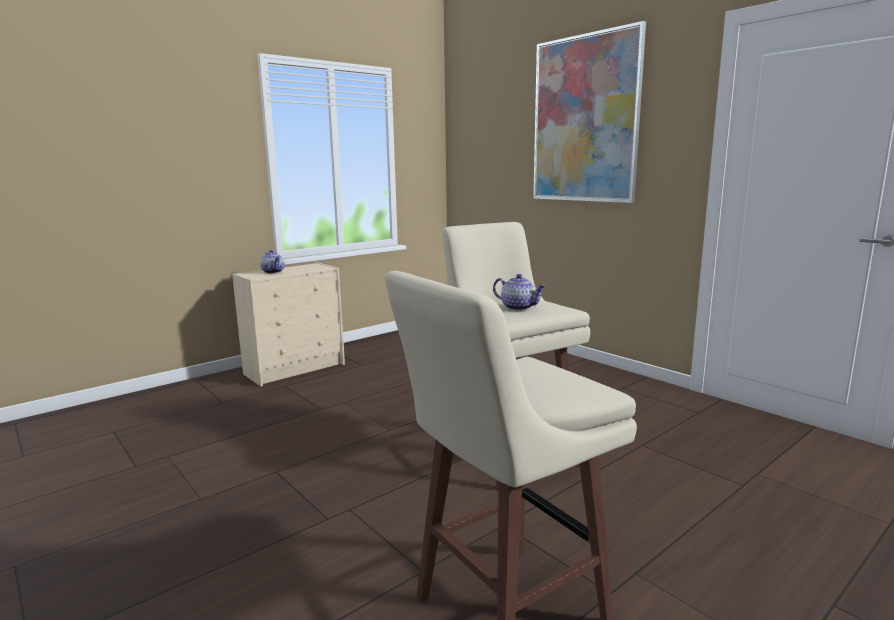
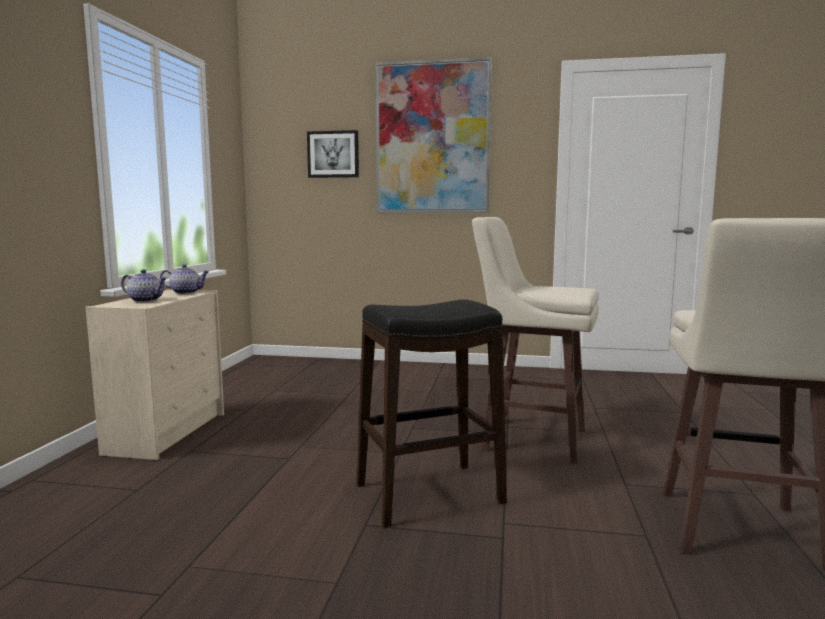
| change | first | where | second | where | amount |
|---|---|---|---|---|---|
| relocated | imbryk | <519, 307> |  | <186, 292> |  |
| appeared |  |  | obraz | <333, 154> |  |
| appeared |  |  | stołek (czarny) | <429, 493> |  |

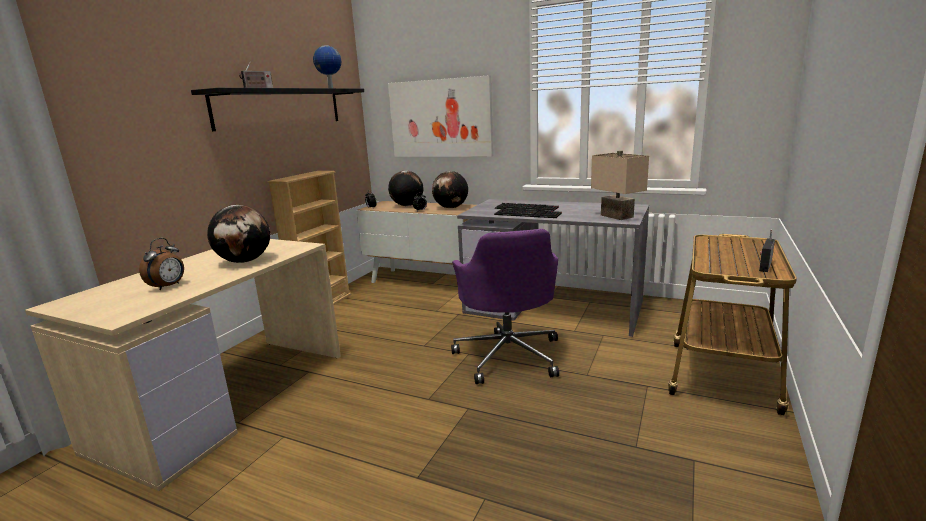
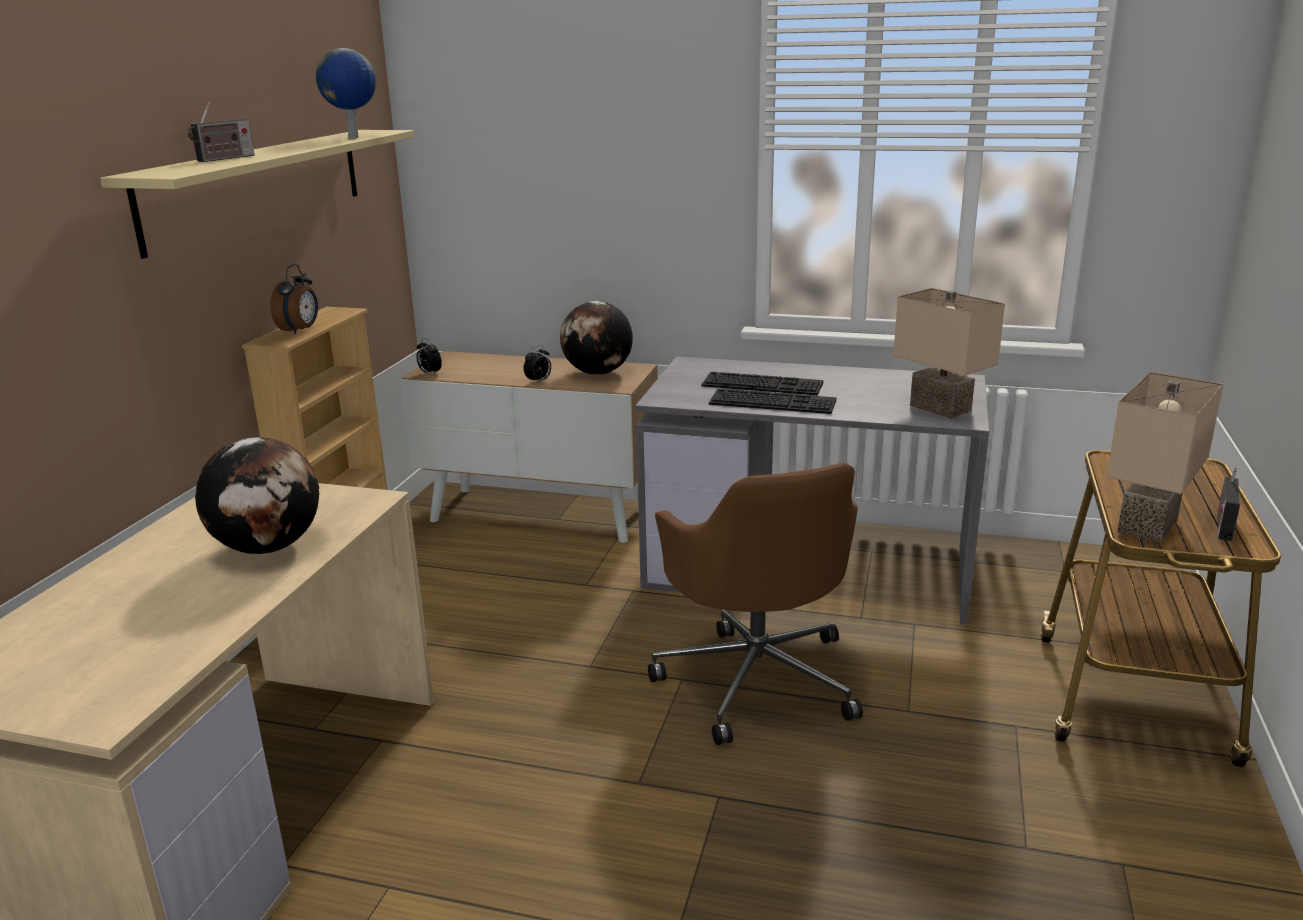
| change | first | where | second | where | amount |
|---|---|---|---|---|---|
| relocated | budzik | <168, 286> |  | <300, 330> |  |
| colour | półka (czarny) | <281, 107> | półka (beżowy) | <258, 186> |  |
| missing | obraz | <440, 118> |  |  |  |
| missing | globus | <407, 205> |  |  |  |
| colour | krzesło biurowe (fioletowy) | <508, 355> | krzesło biurowe (brązowy) | <757, 678> |  |
| appeared |  |  | lampa stołowa (beżowy) | <1151, 527> |  |

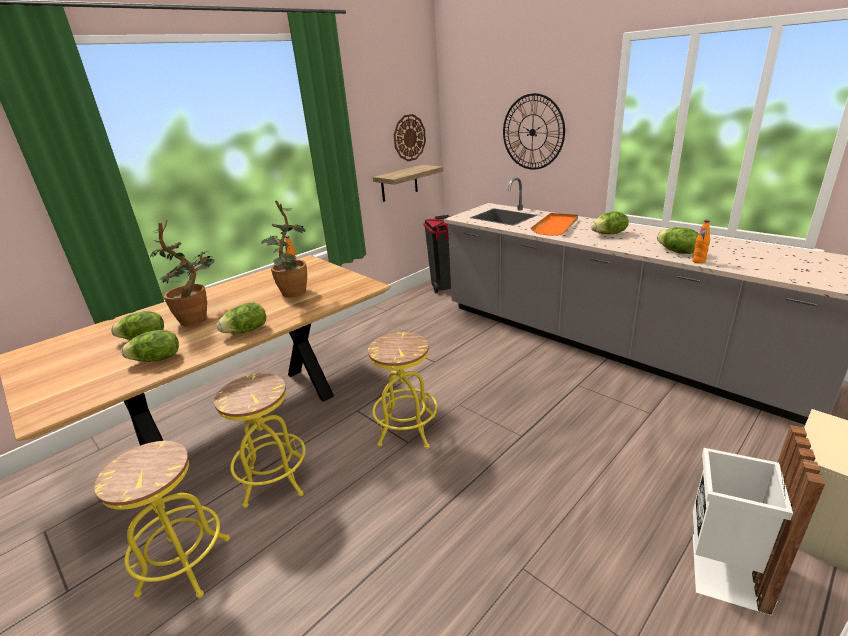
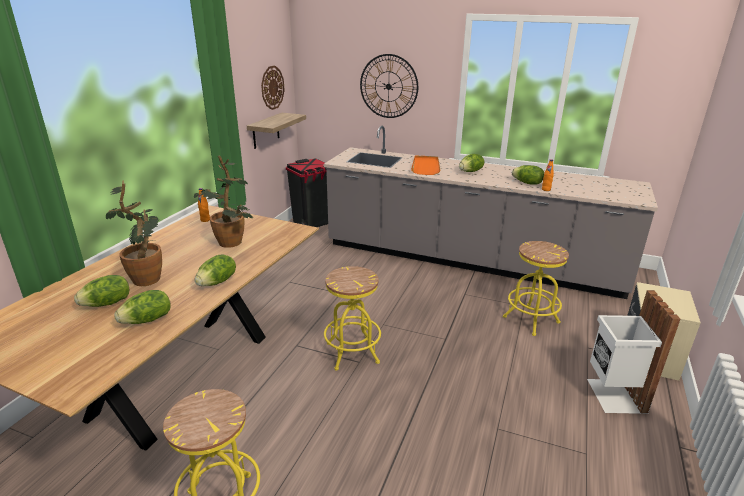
| change | first | where | second | where | amount |
|---|---|---|---|---|---|
| relocated | stołek (żółty) | <275, 481> |  | <531, 319> |  |

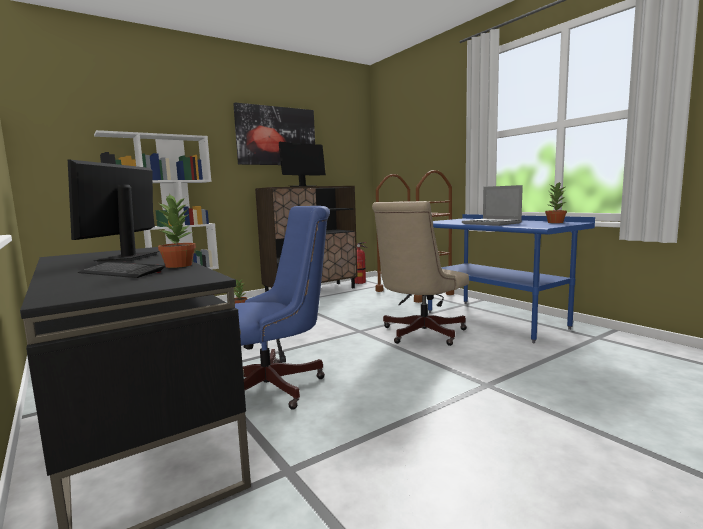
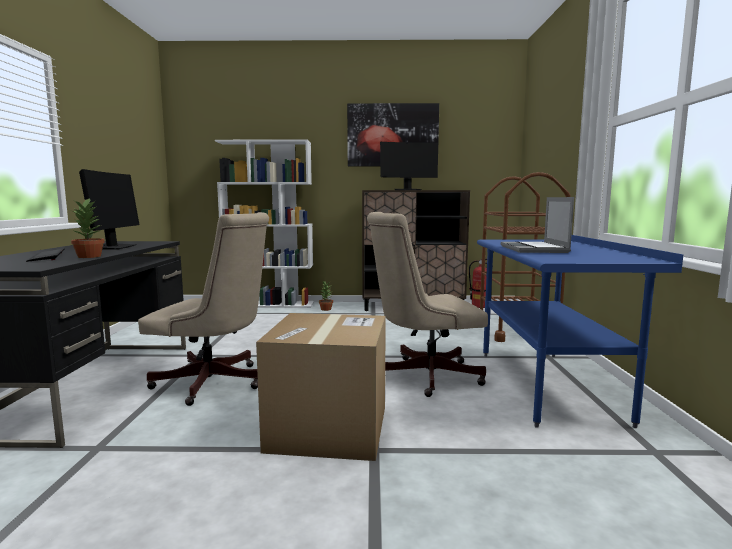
| change | first | where | second | where | amount |
|---|---|---|---|---|---|
| spun | monitor | <128, 258> |  | <113, 247> | 135 degrees clockwise |
| colour | krzesło biurowe (niebieski) | <276, 386> | krzesło biurowe (beżowy) | <215, 383> |  |
| missing | roślina doniczkowa | <555, 222> |  |  |  |
| appeared |  |  | karton | <328, 428> |  |

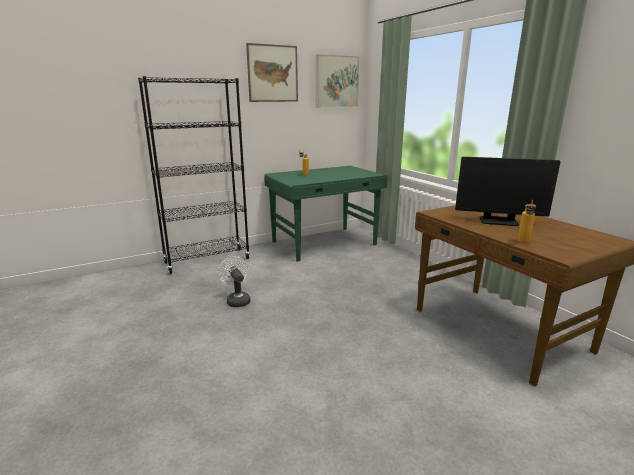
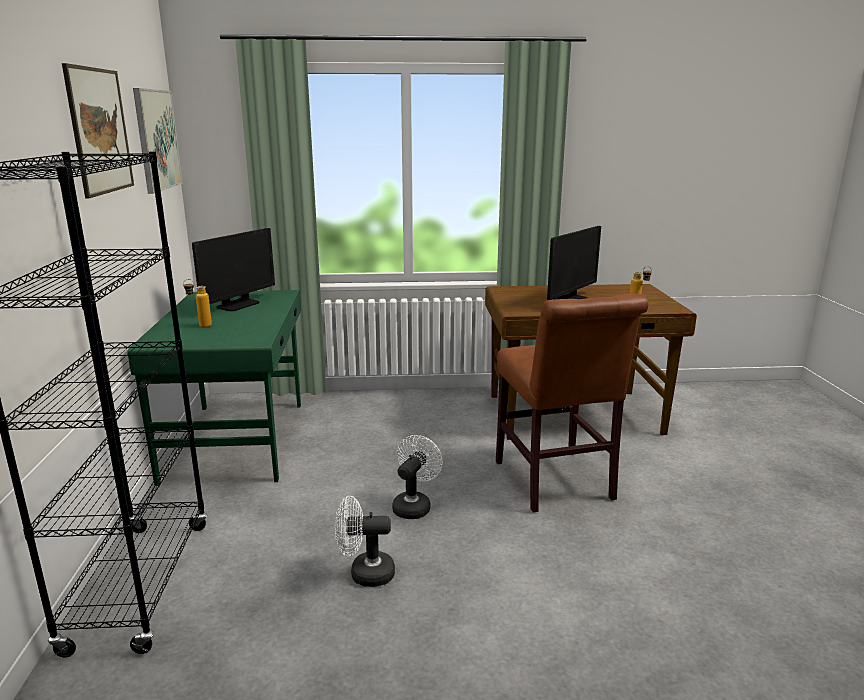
| change | first | where | second | where | amount |
|---|---|---|---|---|---|
| appeared |  |  | monitor | <238, 305> |  |
| appeared |  |  | wentylator (biały) | <414, 505> |  |
| appeared |  |  | krzesło (brązowy) | <556, 484> |  |

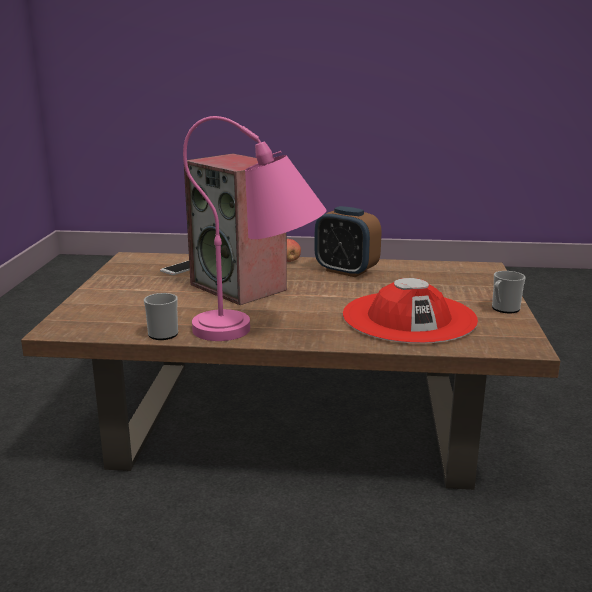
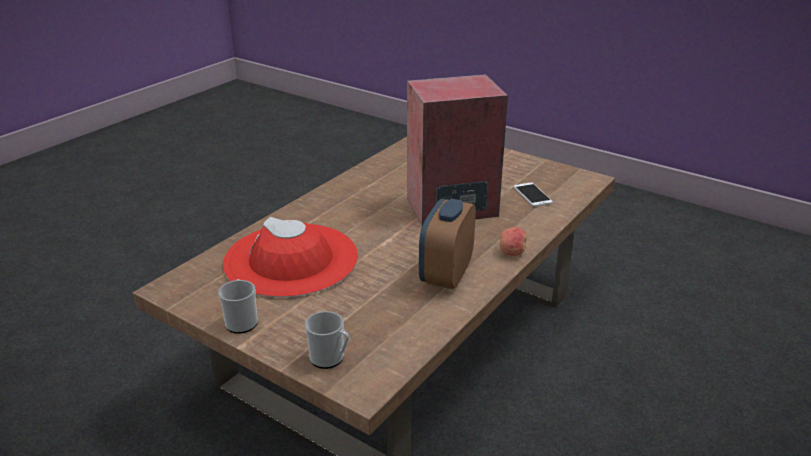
| change | first | where | second | where | amount |
|---|---|---|---|---|---|
| relocated | kubek | <163, 332> |  | <330, 359> |  |
| missing | lampa stołowa (różowy) | <260, 331> |  |  |  |
| spun | budzik | <346, 271> |  | <446, 275> | 45 degrees counterclockwise |

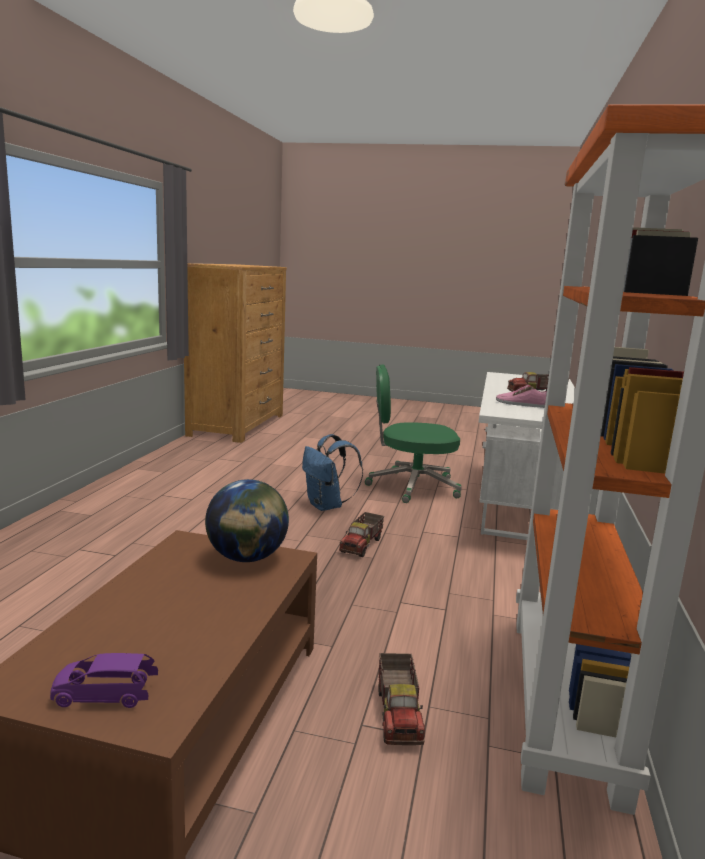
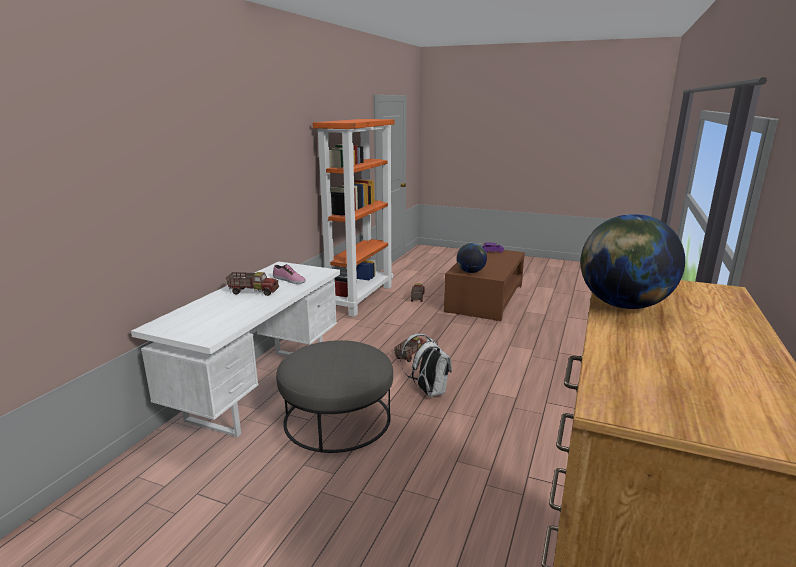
| change | first | where | second | where | amount |
|---|---|---|---|---|---|
| colour | plecak (niebieski) | <327, 506> | plecak (biały) | <428, 391> |  |
| exchanged | krzesło biurowe (zielony) | <411, 486> | pufa (szary) | <337, 418> |  |
| appeared |  |  | globus | <623, 305> |  |

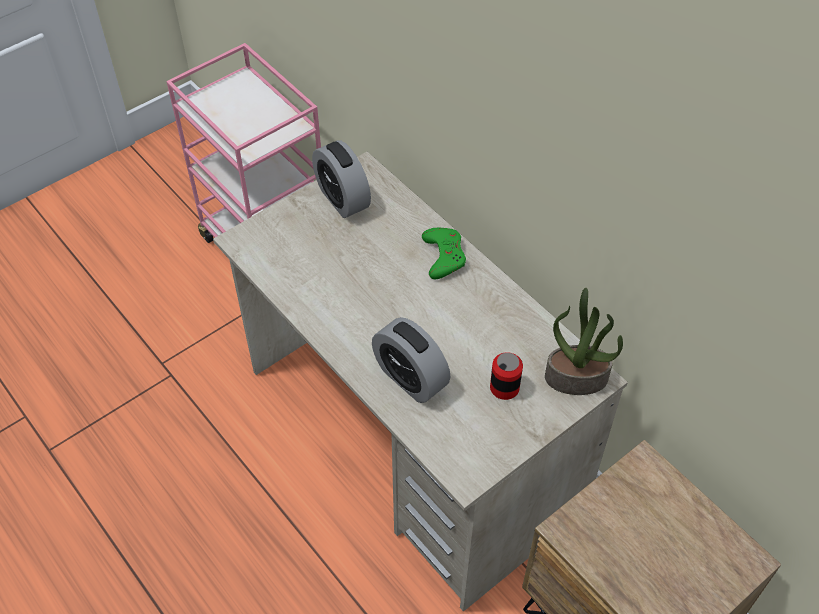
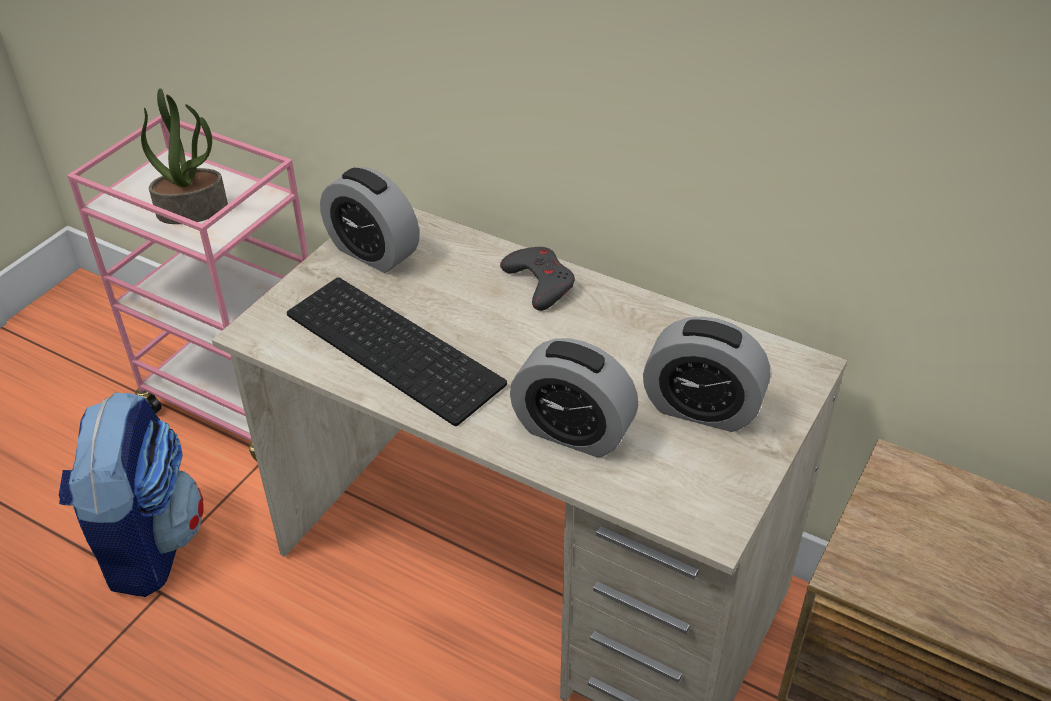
| change | first | where | second | where | amount |
|---|---|---|---|---|---|
| colour | pad do gier (zielony) | <443, 256> | pad do gier (szary) | <539, 283> |  |
| exchanged | puszka | <504, 388> | budzik | <701, 408> |  |
| relocated | roślina doniczkowa | <576, 377> |  | <193, 209> |  |
| appeared |  |  | plecak | <147, 543> |  |
| appeared |  |  | klawiatura | <398, 347> |  |

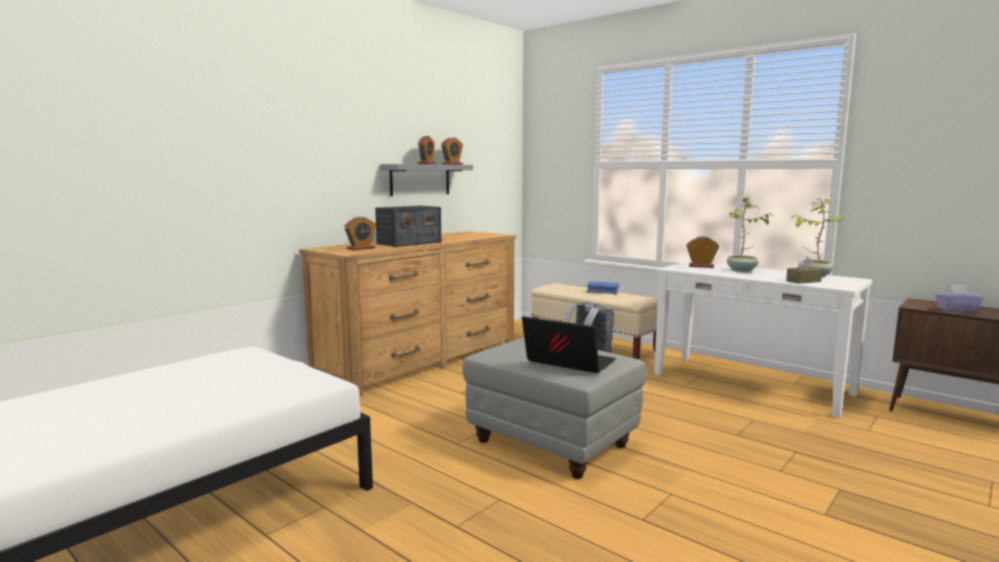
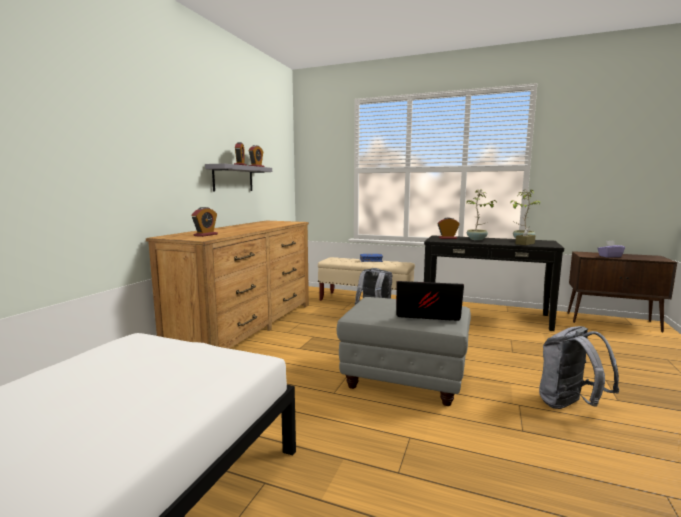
| change | first | where | second | where | amount |
|---|---|---|---|---|---|
| missing | radio | <408, 243> |  |  |  |
| colour | stolik konsolowy (biały) | <751, 384> | stolik konsolowy (czarny) | <485, 315> |  |
| appeared |  |  | plecak (szary) | <570, 406> |  |

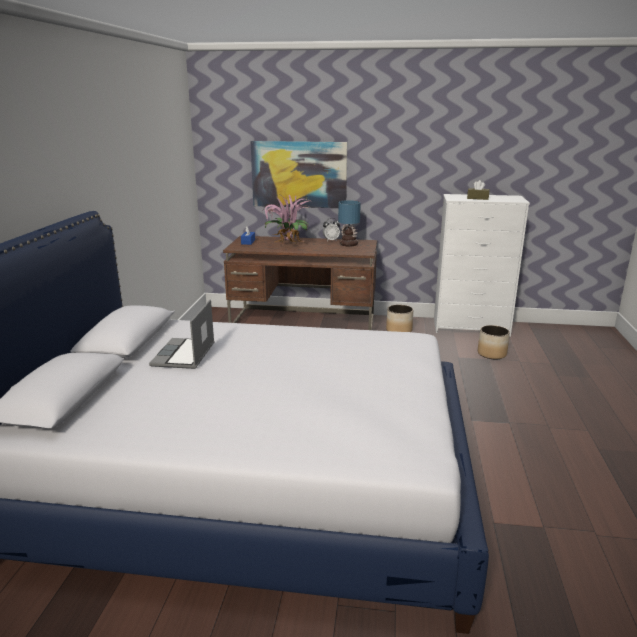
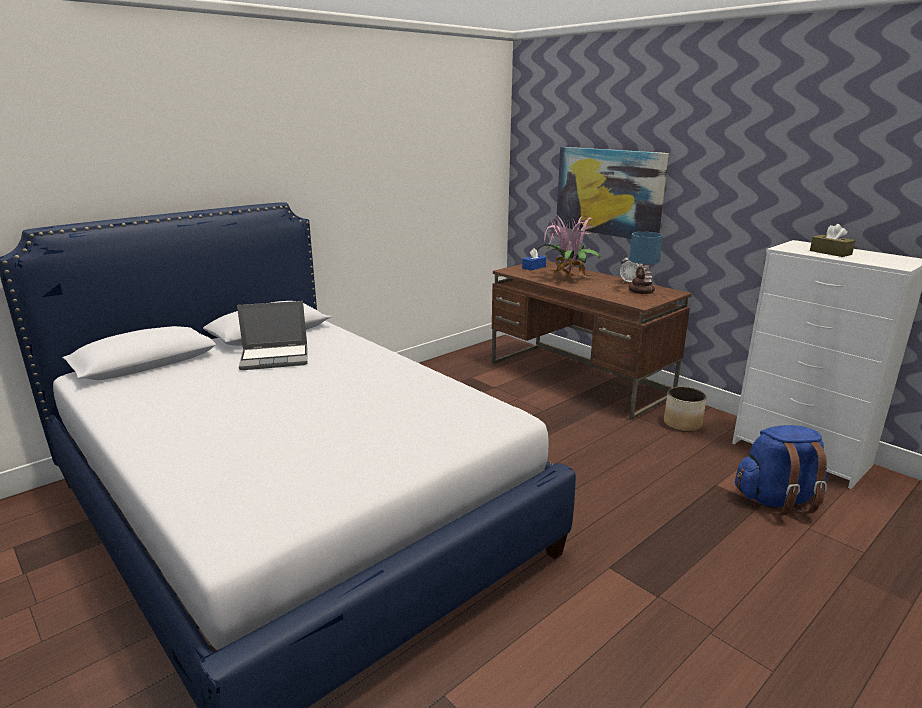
| change | first | where | second | where | amount |
|---|---|---|---|---|---|
| spun | laptop | <184, 355> |  | <276, 358> | 150 degrees counterclockwise |
| exchanged | donica | <492, 354> | plecak (niebieski) | <777, 500> |  |

